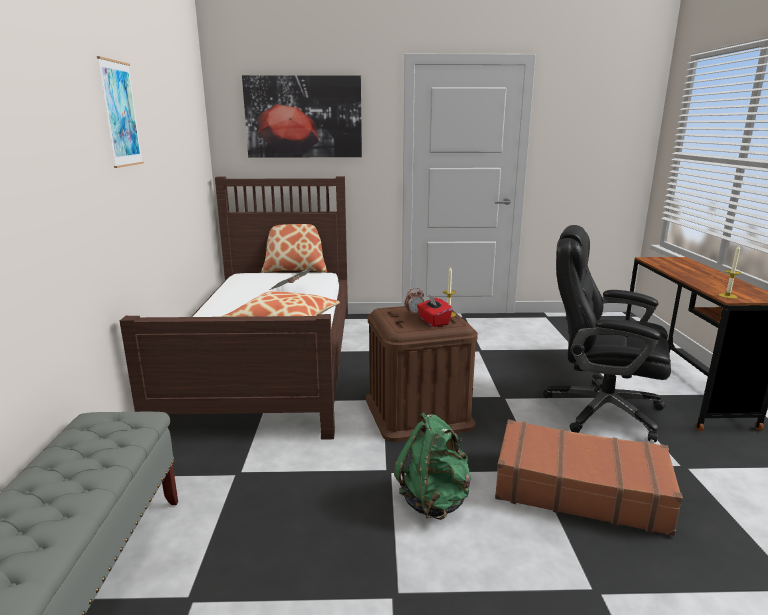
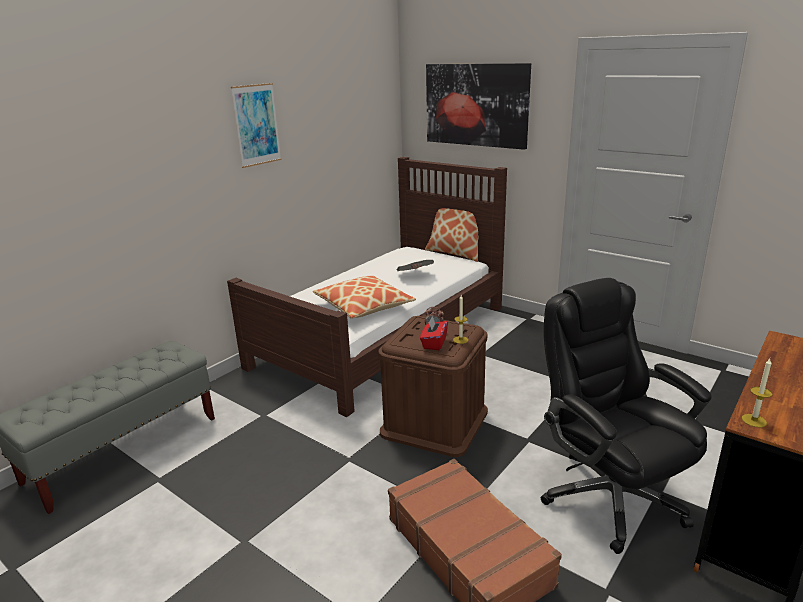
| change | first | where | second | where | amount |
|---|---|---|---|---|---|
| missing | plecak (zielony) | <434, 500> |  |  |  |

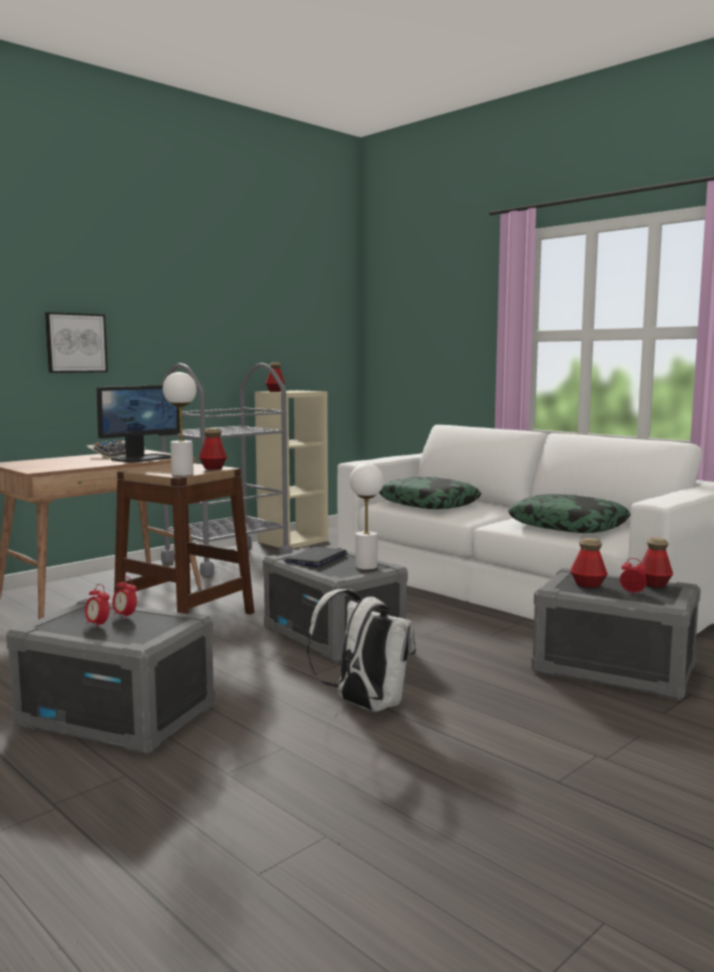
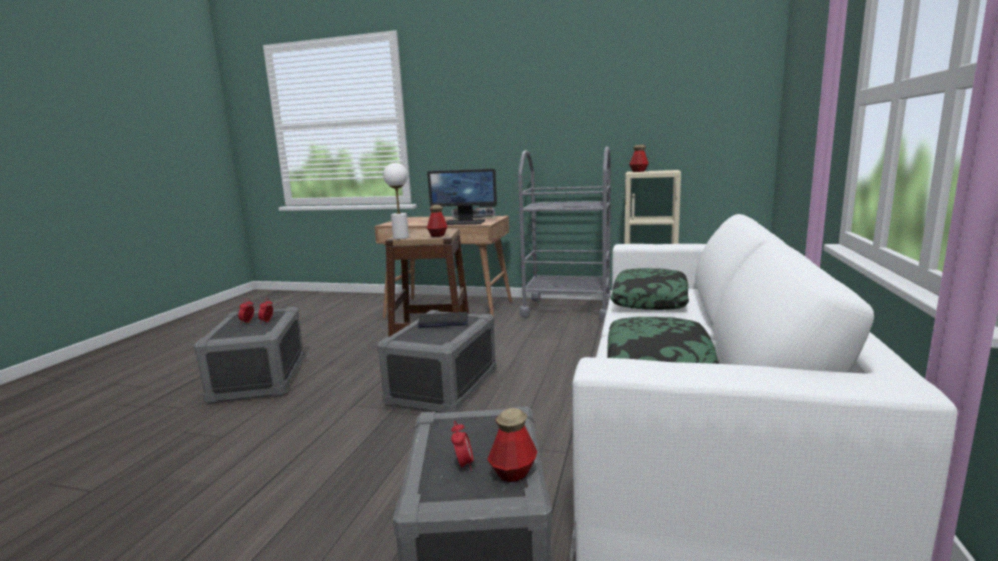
| change | first | where | second | where | amount |
|---|---|---|---|---|---|
| missing | obraz | <76, 343> |  |  |  |
| missing | plecak (biały) | <364, 705> |  |  |  |
| missing | lampa stołowa (biały) | <366, 567> |  |  |  |
| missing | butelka | <588, 585> |  |  |  |

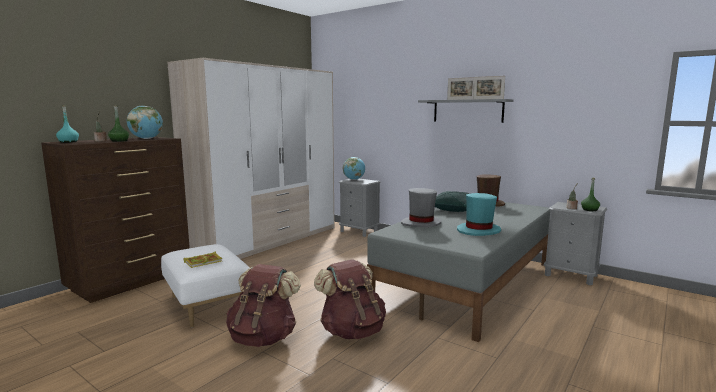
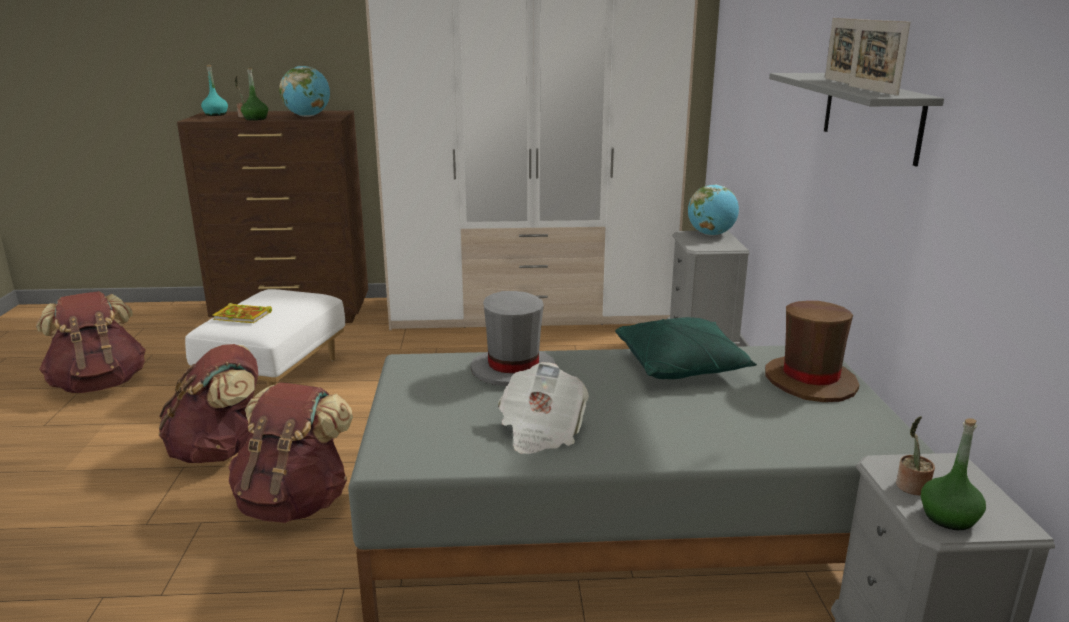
| change | first | where | second | where | amount |
|---|---|---|---|---|---|
| exchanged | kapelusz (turkusowy) | <478, 230> | gazeta | <541, 431> |  |
| appeared |  |  | plecak (brązowy) | <99, 384> |  |

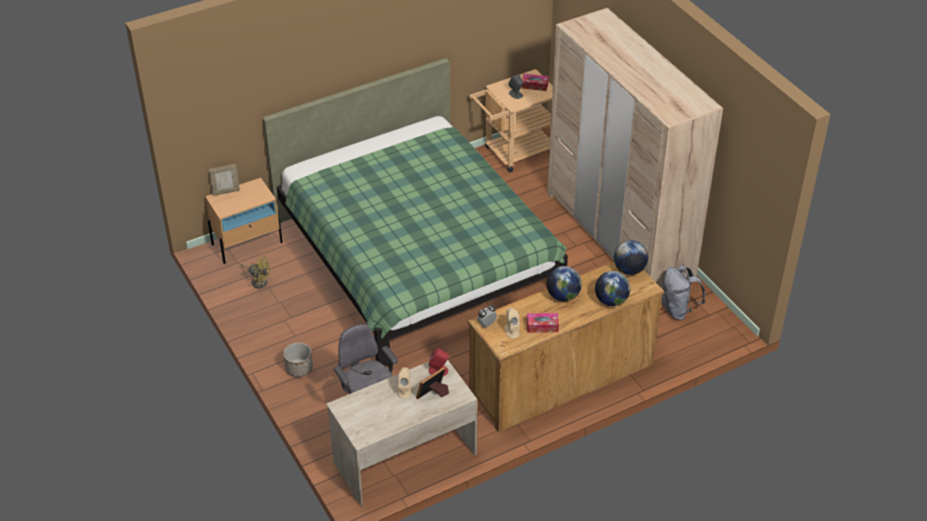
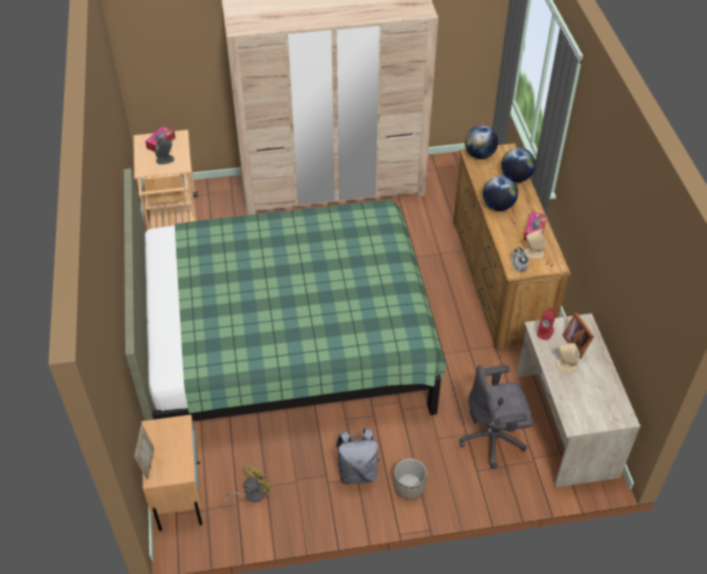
| change | first | where | second | where | amount |
|---|---|---|---|---|---|
| relocated | plecak (szary) | <678, 310> |  | <357, 472> |  |

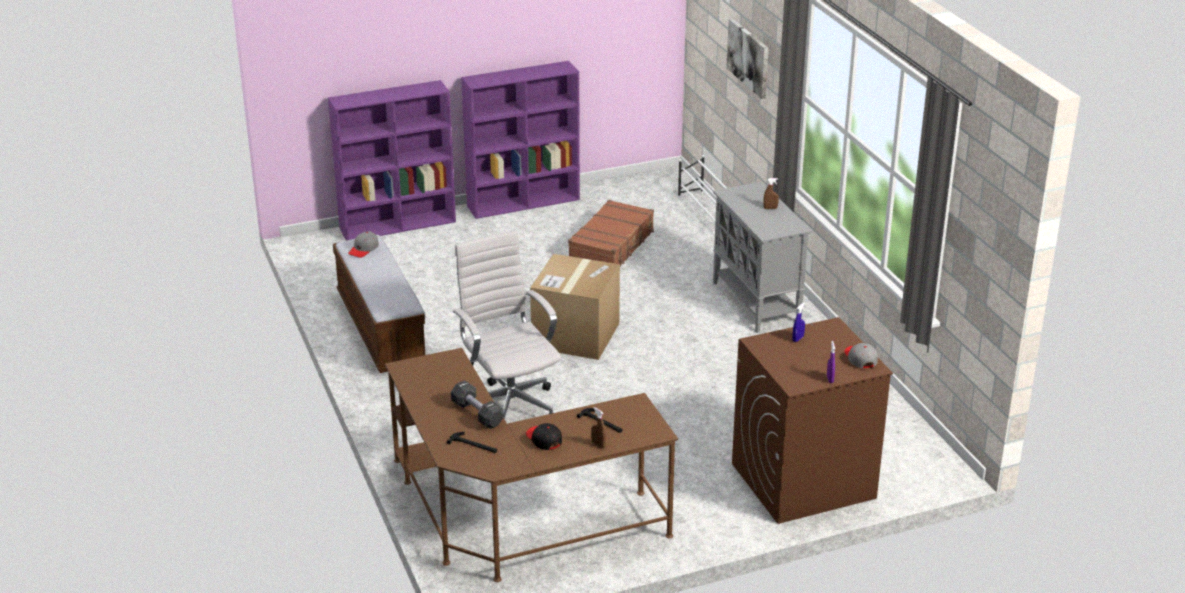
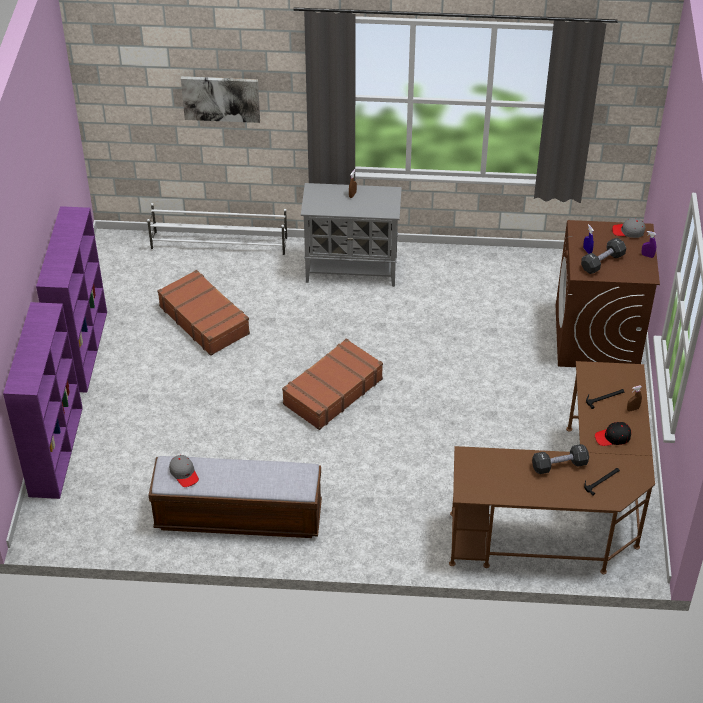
| change | first | where | second | where | amount |
|---|---|---|---|---|---|
| missing | krzesło biurowe (biały) | <509, 405> |  |  |  |
| exchanged | karton | <575, 335> | walizka (brązowy) | <332, 391> |  |
| appeared |  |  | hantel (czarny) | <602, 262> |  |

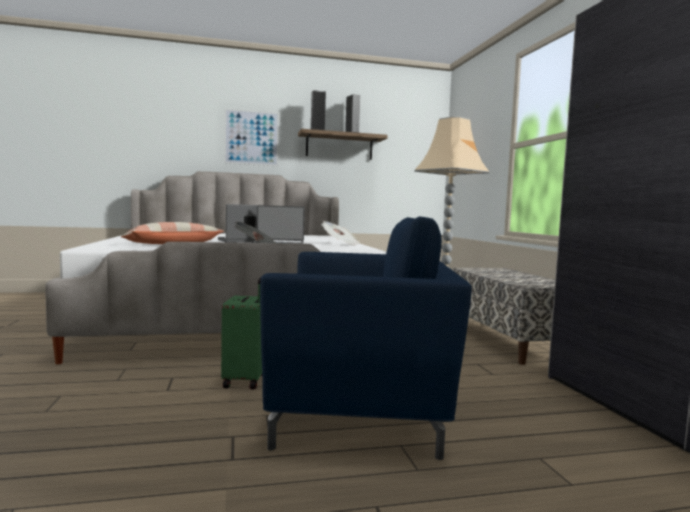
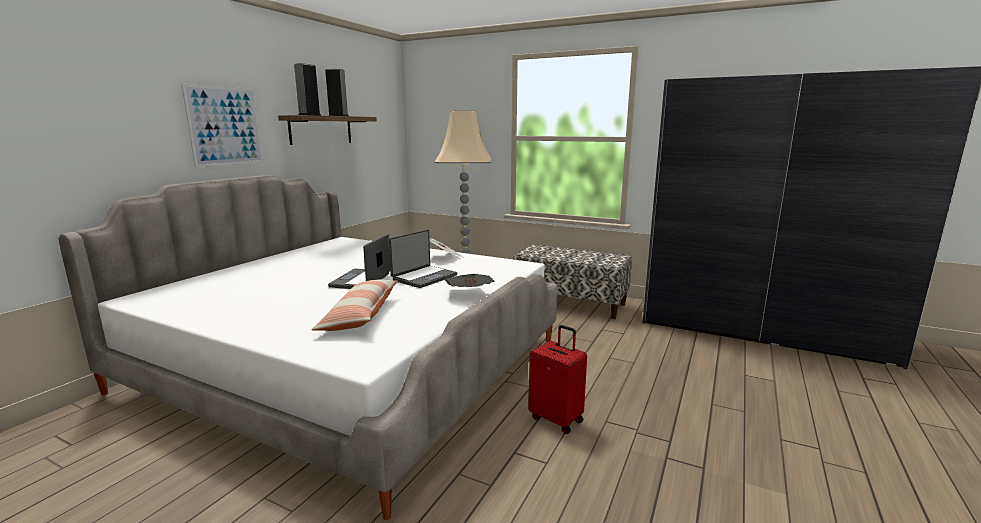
| change | first | where | second | where | amount |
|---|---|---|---|---|---|
| colour | walizka (zielony) | <246, 380> | walizka (czerwony) | <557, 419> |  |
| missing | fotel (niebieski) | <362, 408> |  |  |  |

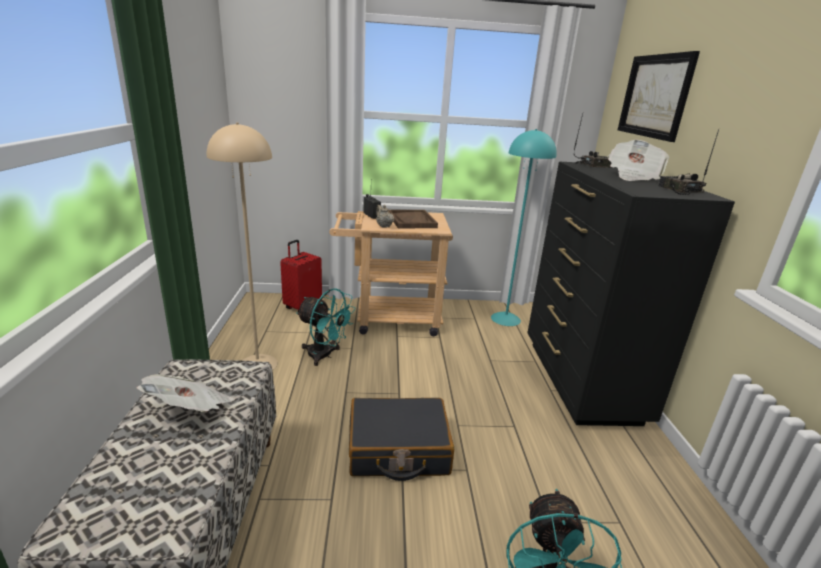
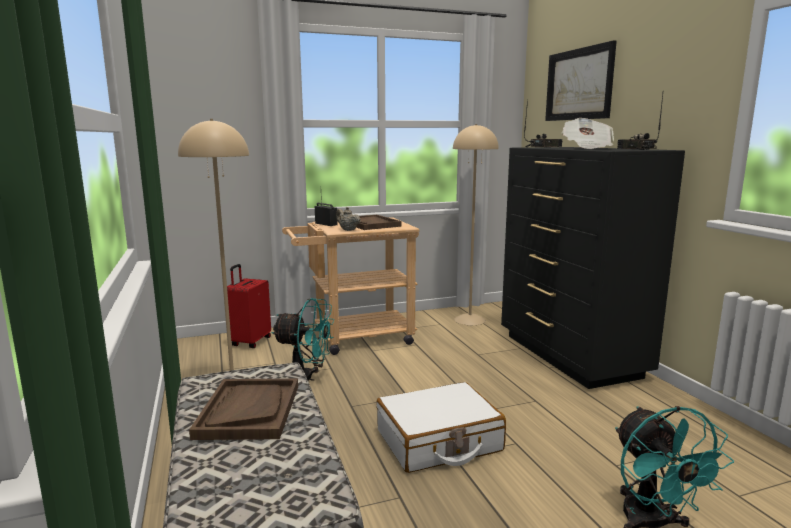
| change | first | where | second | where | amount |
|---|---|---|---|---|---|
| exchanged | gazeta | <191, 410> | taca (brązowy) | <249, 410> |  |
| colour | walizka (czarny) | <398, 449> | walizka (biały) | <439, 441> |  |
| colour | lampa stojąca (turkusowy) | <505, 319> | lampa stojąca (beżowy) | <469, 320> |  |

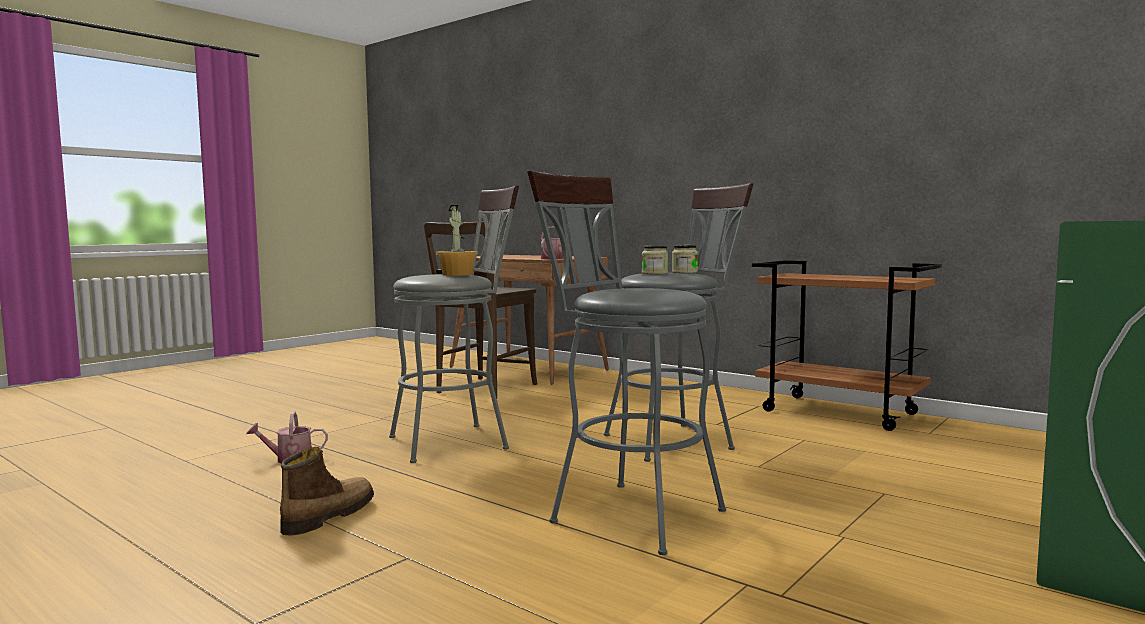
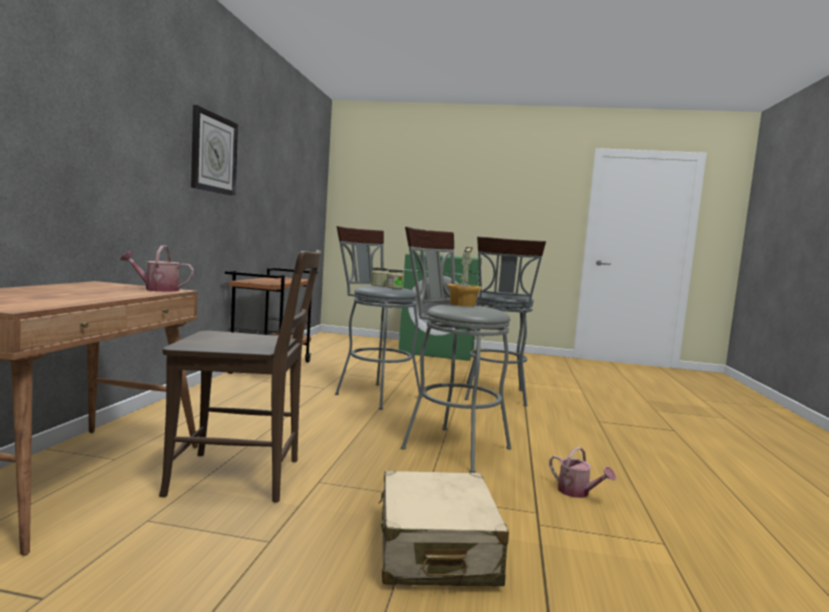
| change | first | where | second | where | amount |
|---|---|---|---|---|---|
| missing | but z cholewką | <328, 516> |  |  |  |
| appeared |  |  | zegar ścienny | <213, 153> |  |
| appeared |  |  | walizka (beżowy) | <435, 549> |  |

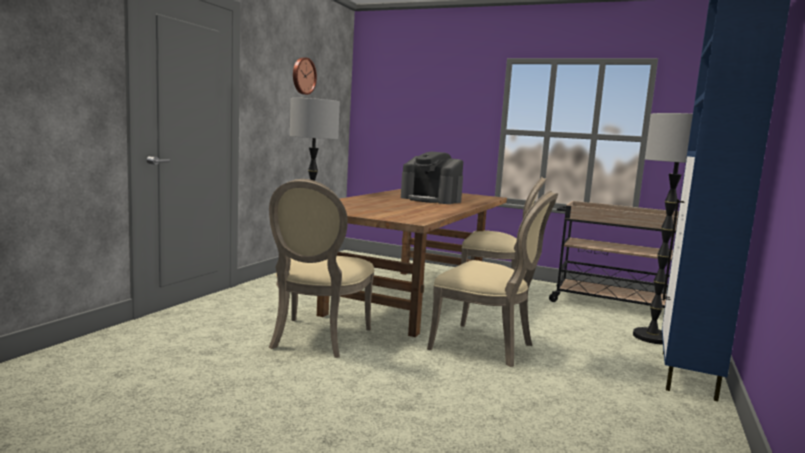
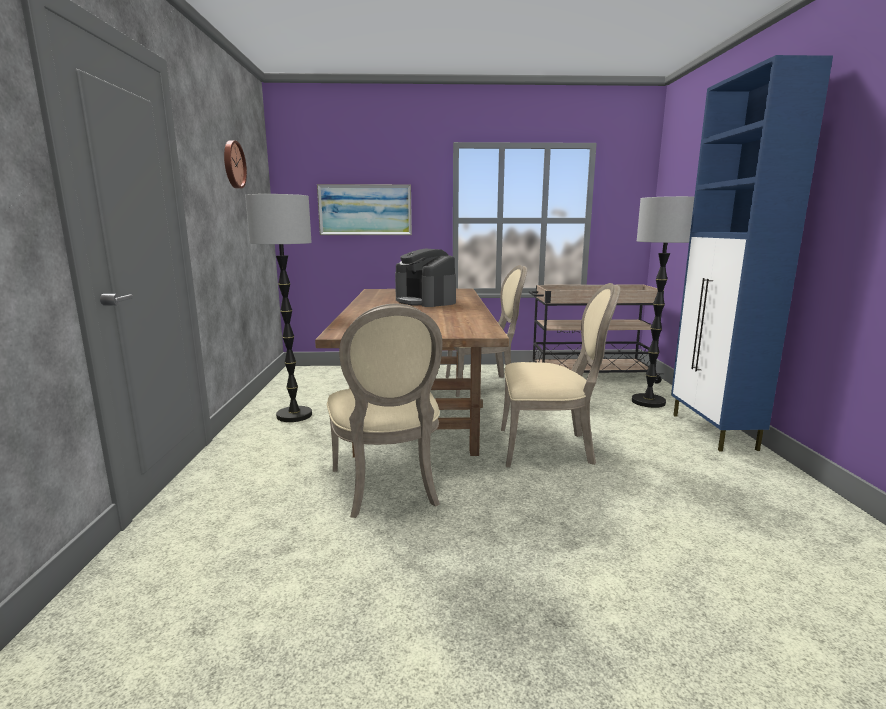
| change | first | where | second | where | amount |
|---|---|---|---|---|---|
| spun | ekspres do kawy | <431, 200> |  | <425, 301> | 45 degrees clockwise |
| appeared |  |  | obraz | <365, 210> |  |

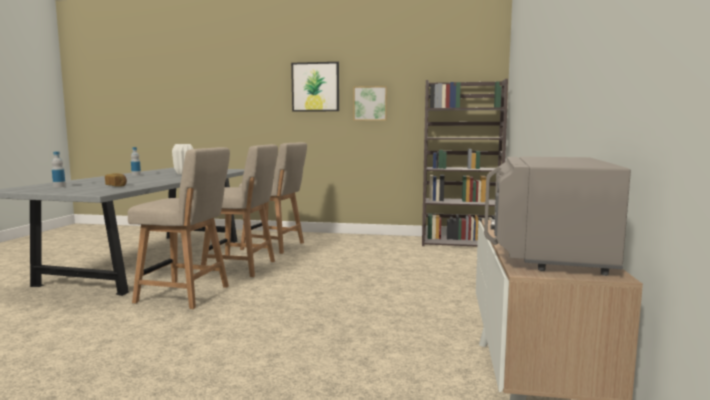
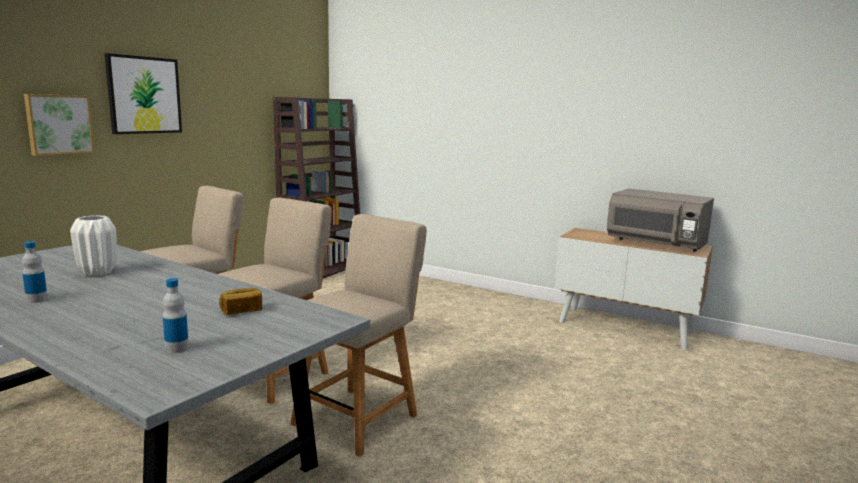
| change | first | where | second | where | amount |
|---|---|---|---|---|---|
| relocated | obraz | <370, 103> |  | <59, 124> |  |

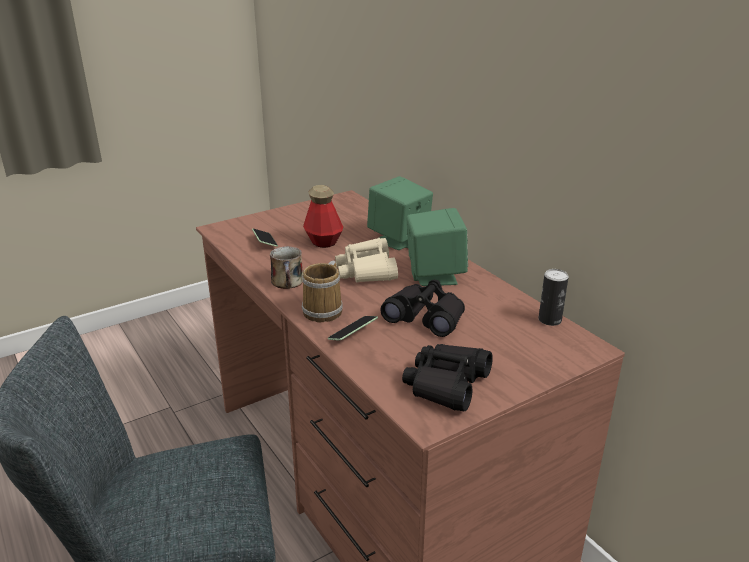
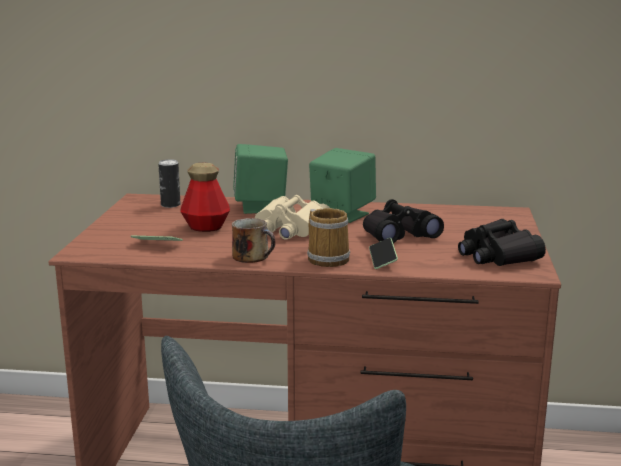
| change | first | where | second | where | amount |
|---|---|---|---|---|---|
| relocated | puszka | <549, 320> |  | <170, 205> |  |

